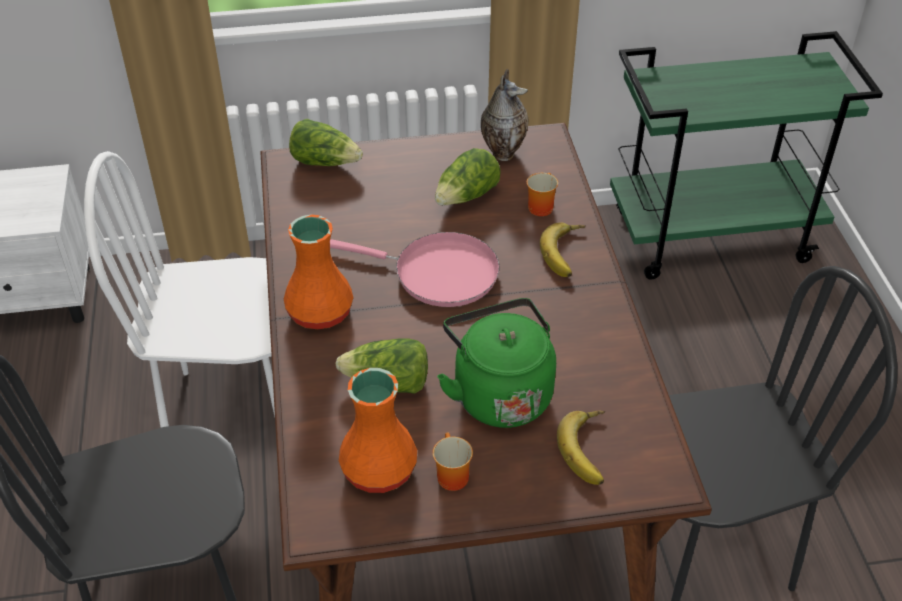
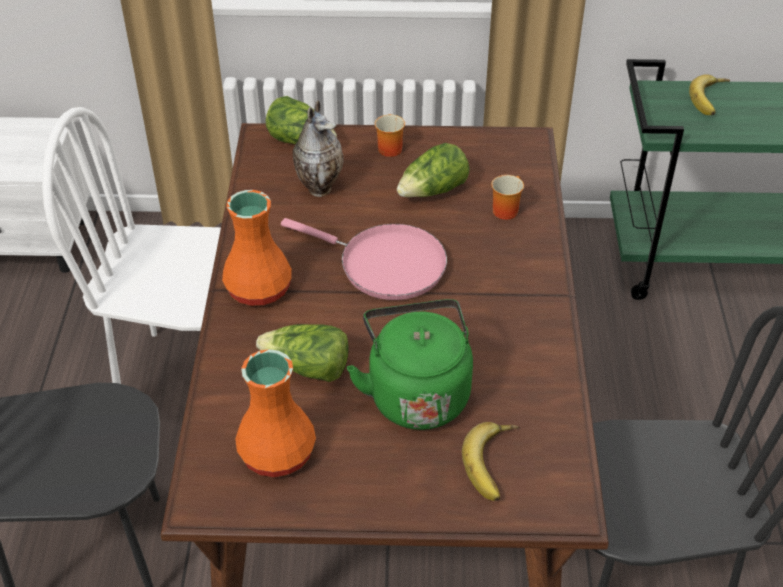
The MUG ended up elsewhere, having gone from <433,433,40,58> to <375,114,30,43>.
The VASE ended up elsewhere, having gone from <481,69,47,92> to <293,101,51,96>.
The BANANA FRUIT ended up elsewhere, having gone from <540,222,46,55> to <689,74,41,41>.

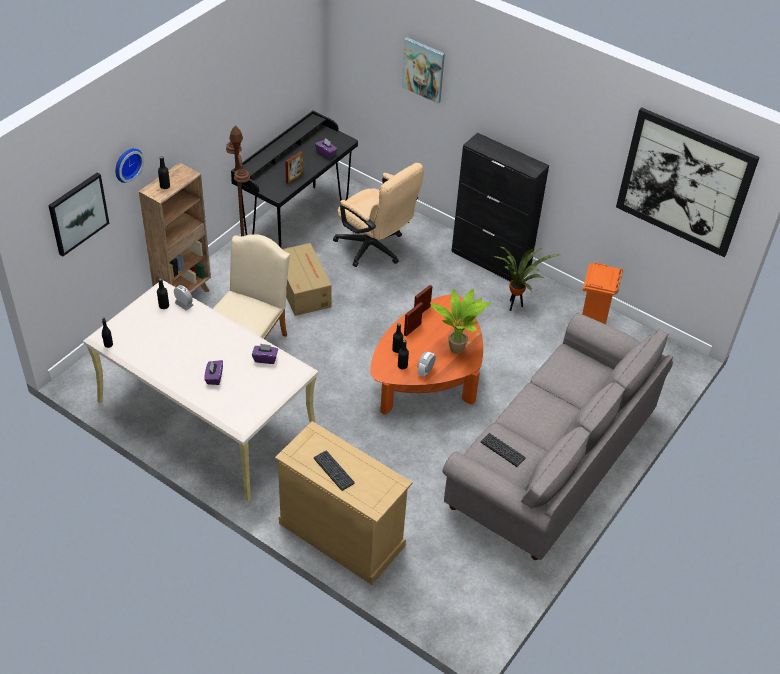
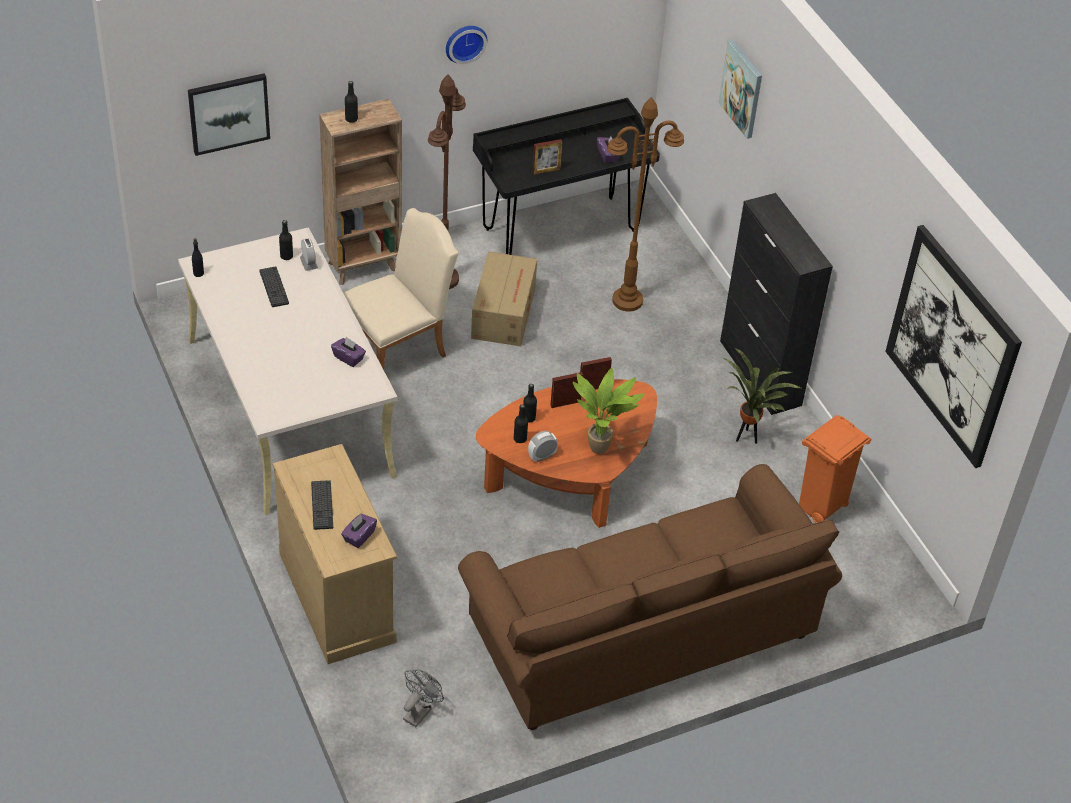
The HANGING CLOCK ended up elsewhere, having gone from <116,148,28,35> to <446,26,41,38>.
The PURPLE BOX OF TISSUES ended up elsewhere, having gone from <204,360,19,25> to <341,514,36,34>.
Where the BEIGE OFFICE CHAIR stood at <333,163,91,104>, the BROWNISH STANDING LAMP came to stand at <607,97,77,215>.
What was the GREYISH SETTEE at <442,313,231,247> turned into the BROWNISH SETTEE at <458,464,384,266>.
The KEYBOARD ended up elsewhere, having gone from <481,433,45,34> to <259,267,30,40>.
The second view gained the GREYISH ELECTRIC FAN at <403,669,41,58>.

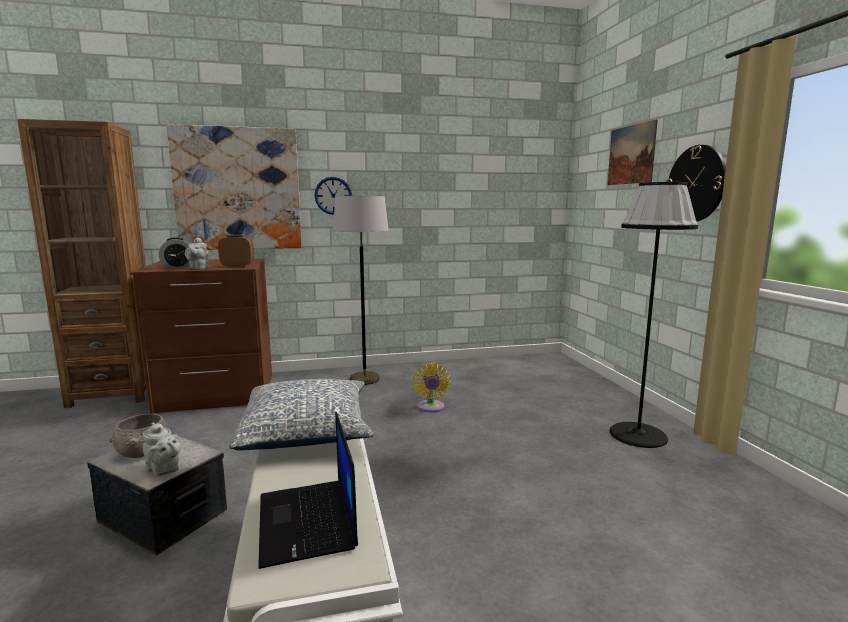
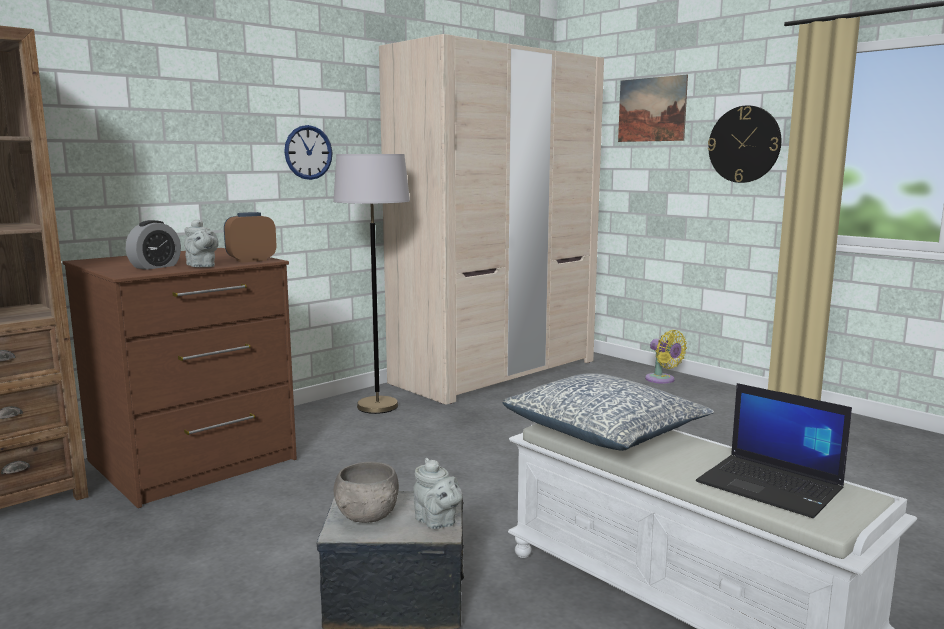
The GREYISH POT FOR TEA at <143,422,39,54> ended up facing another way, 45 degrees clockwise from before.
The second view lost the PICTURE at <166,124,136,126>.
The YELLOW ELECTRIC FAN ended up elsewhere, having gone from <413,363,38,49> to <645,330,42,54>.
The second view lost the BLACK STANDING LAMP at <610,182,88,266>.
The second view gained the BEIGE WARDROBE at <379,34,225,371>.

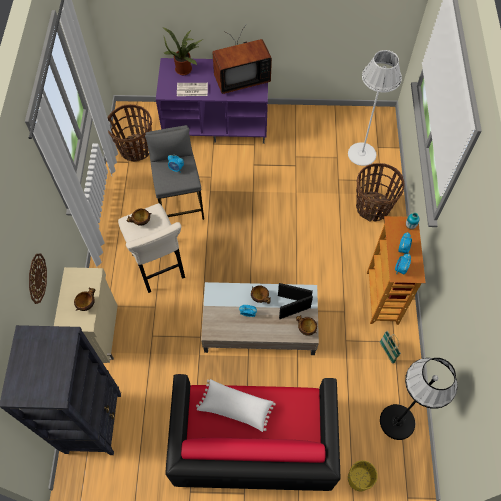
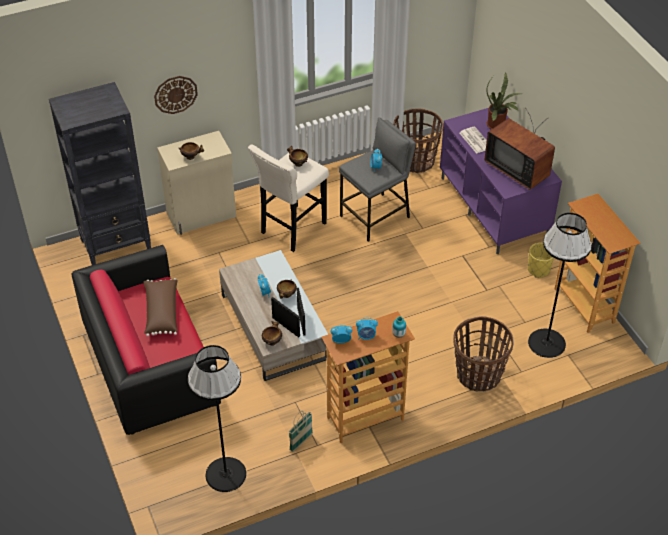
What was the WHITE PILLOW at <196,379,80,53> turned into the BROWNISH PILLOW at <143,278,34,59>.
What was the WHITE STANDING LAMP at <348,50,54,116> turned into the BLACK STANDING LAMP at <528,213,64,145>.
The YELLOW PLANT POT ended up elsewhere, having gone from <348,460,30,31> to <528,242,26,36>.
The second view gained the SHELVING UNIT at <555,194,85,139>.

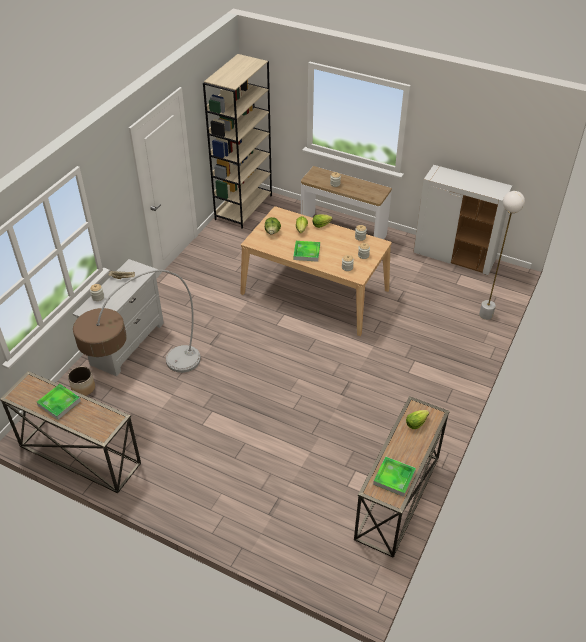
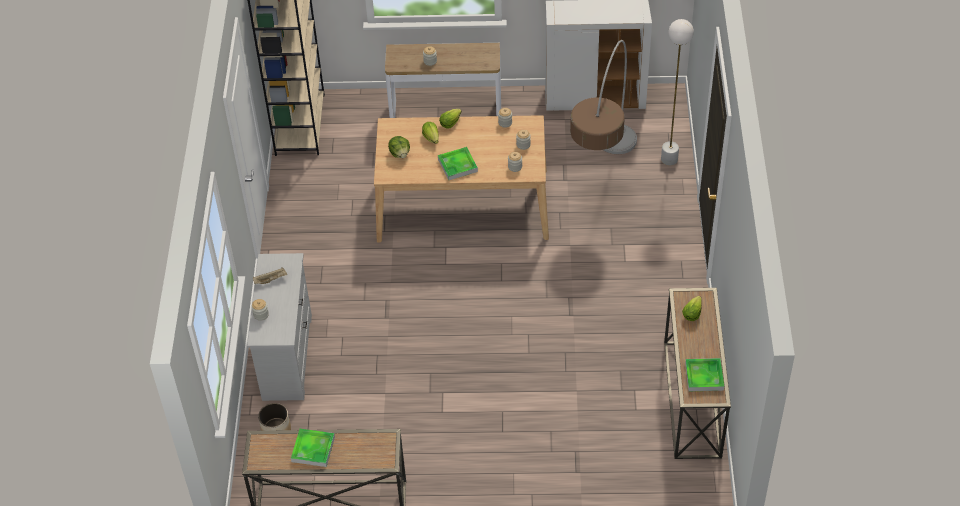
The STANDING LAMP ended up elsewhere, having gone from <73,270,128,103> to <570,40,67,115>.

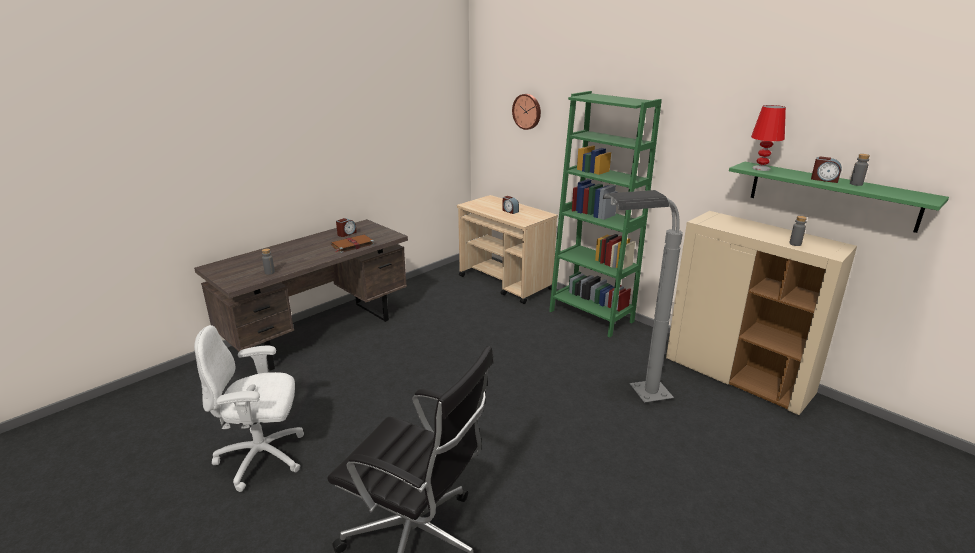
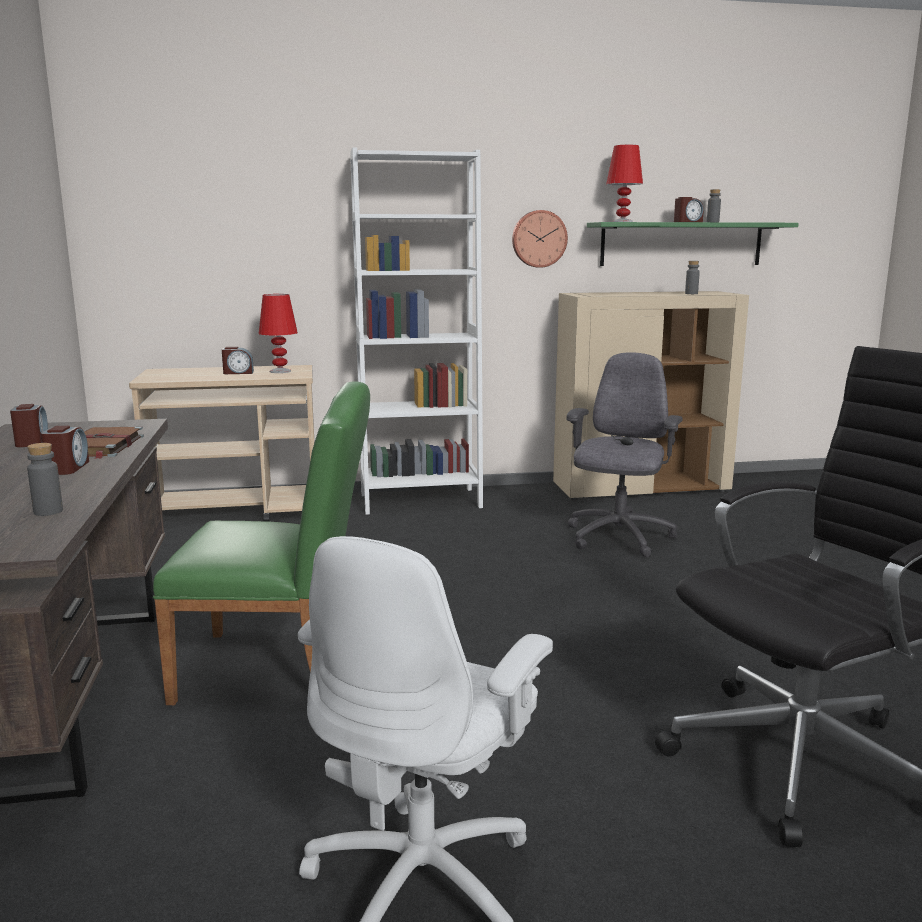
The HANGING CLOCK ended up elsewhere, having gone from <512,94,29,36> to <512,210,56,58>.
What was the GREENISH SHELVING UNIT at <549,91,113,247> turned into the WHITE SHELVING UNIT at <350,148,133,367>.
Where the GREYISH STANDING LAMP stood at <603,190,80,213>, the GREYISH OFFICE CHAIR came to stand at <567,352,116,205>.
The second view gained the TABLE CLOCK at <41,426,48,49>.
The second view gained the GREENISH PLAIN CHAIR at <153,381,217,324>.
The second view gained the RED LAMP FOR A TABLE at <259,294,39,79>.

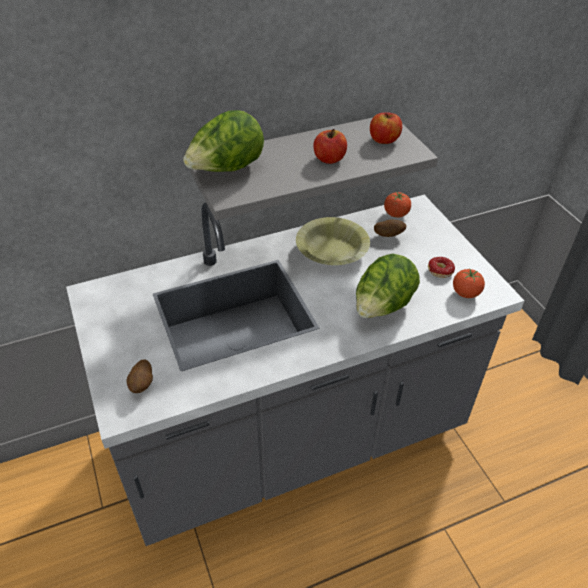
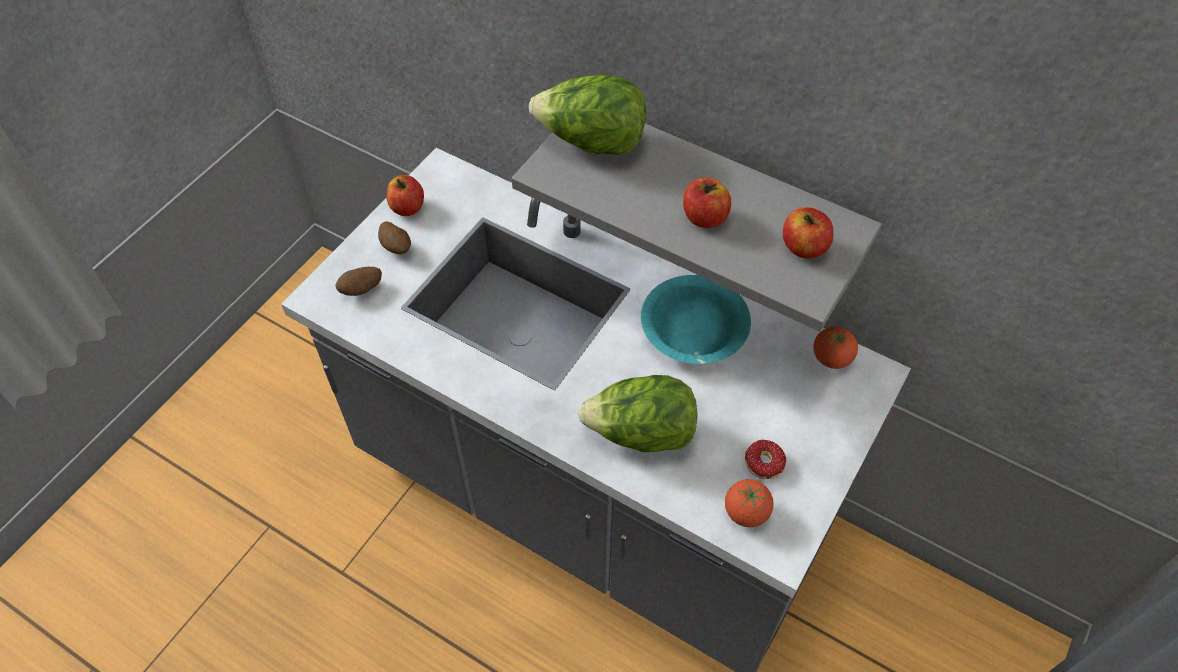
What was the YELLOW BOWL at <296,217,74,48> turned into the TURQUOISE-COLOURED BOWL at <641,275,110,89>.
The WHOLE POTATO ended up elsewhere, having gone from <374,219,33,18> to <378,222,33,32>.
The second view gained the APPLE FRUIT at <386,175,38,41>.

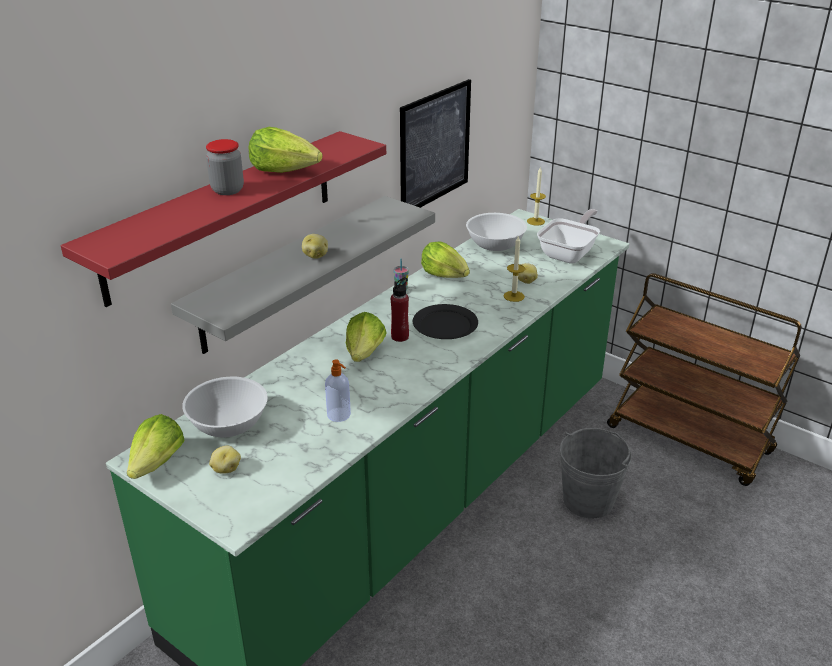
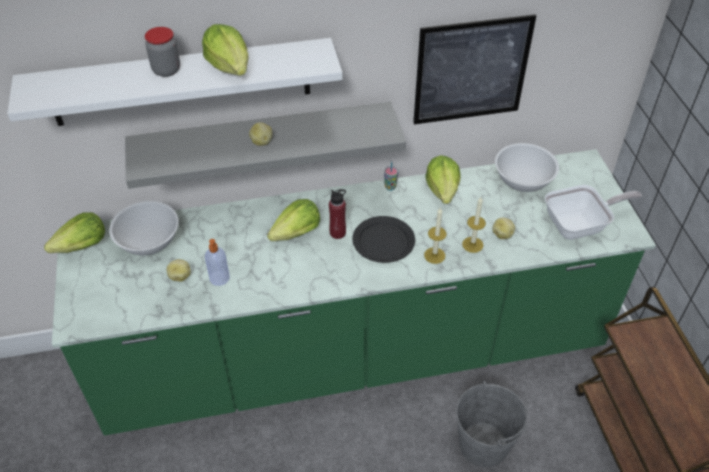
What was the RED BRACKET SHELF at <61,131,325,176> turned into the WHITE BRACKET SHELF at <7,38,336,88>.
The WHOLE POTATO ended up elsewhere, having gone from <209,446,32,28> to <166,259,25,23>.
The WAX CANDLE ended up elsewhere, having gone from <527,167,19,59> to <424,207,23,57>.

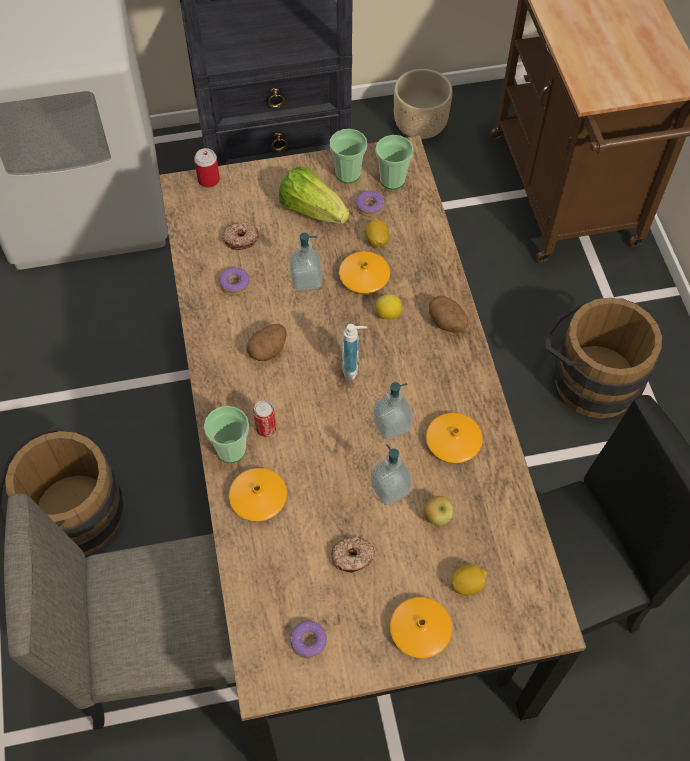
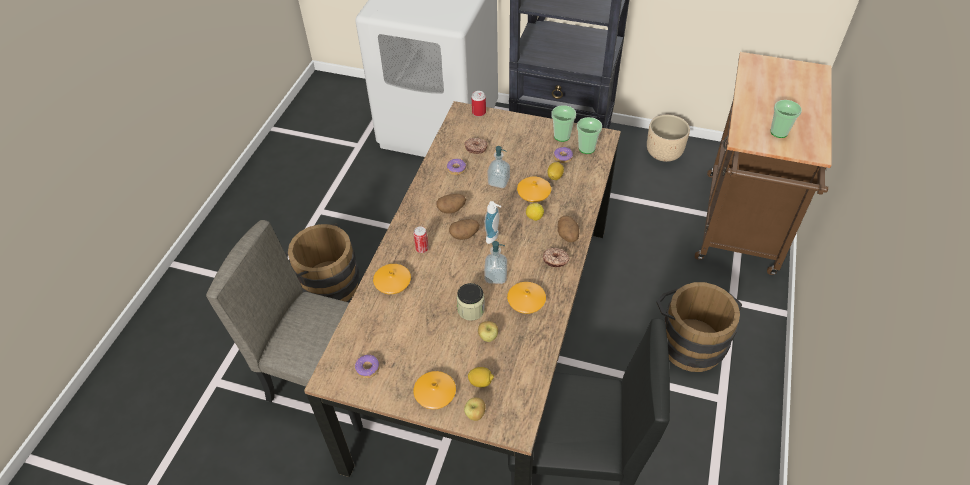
The DRINKING CUP ended up elsewhere, having gone from <204,406,45,57> to <770,100,32,38>.
The second view lost the HEAD OF LETTUCE at <279,167,70,57>.
The DOUGHNUT ended up elsewhere, having gone from <332,537,43,36> to <543,248,27,19>.
Where the SOAP DISPENSER stood at <371,444,41,61>, the JAR came to stand at <457,283,28,38>.
The second view gained the WHOLE POTATO at <449,219,31,21>.
The second view gained the APPLE FRUIT at <464,398,22,23>.

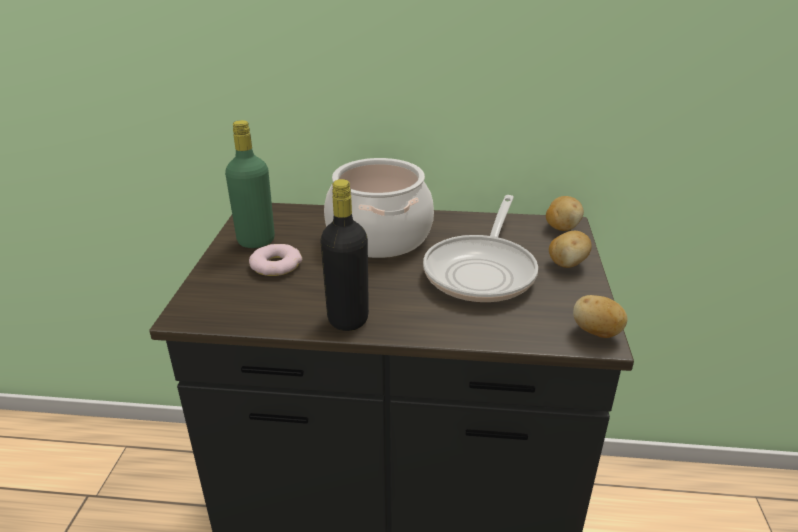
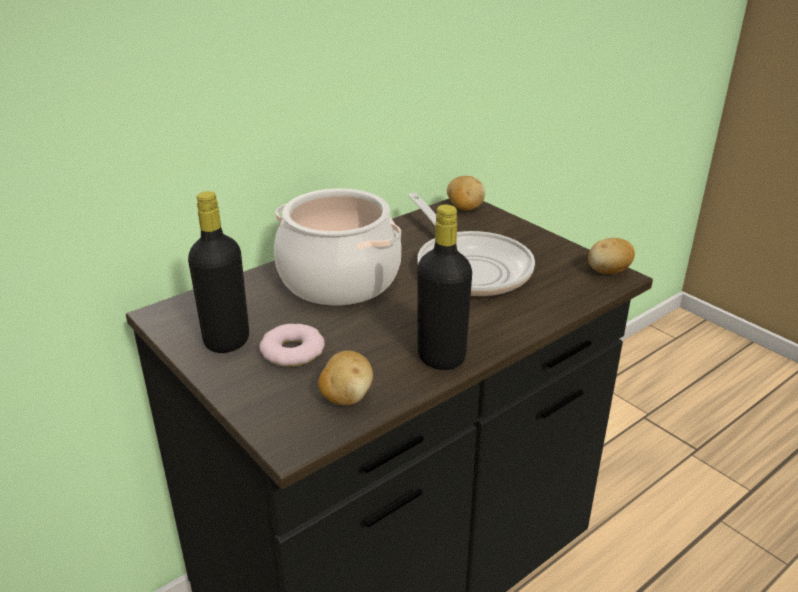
What was the GREENISH DRINK BOTTLE at <225,120,50,128> turned into the BLACK DRINK BOTTLE at <188,191,61,162>.
The WHOLE POTATO ended up elsewhere, having gone from <549,231,43,37> to <318,351,55,54>.

